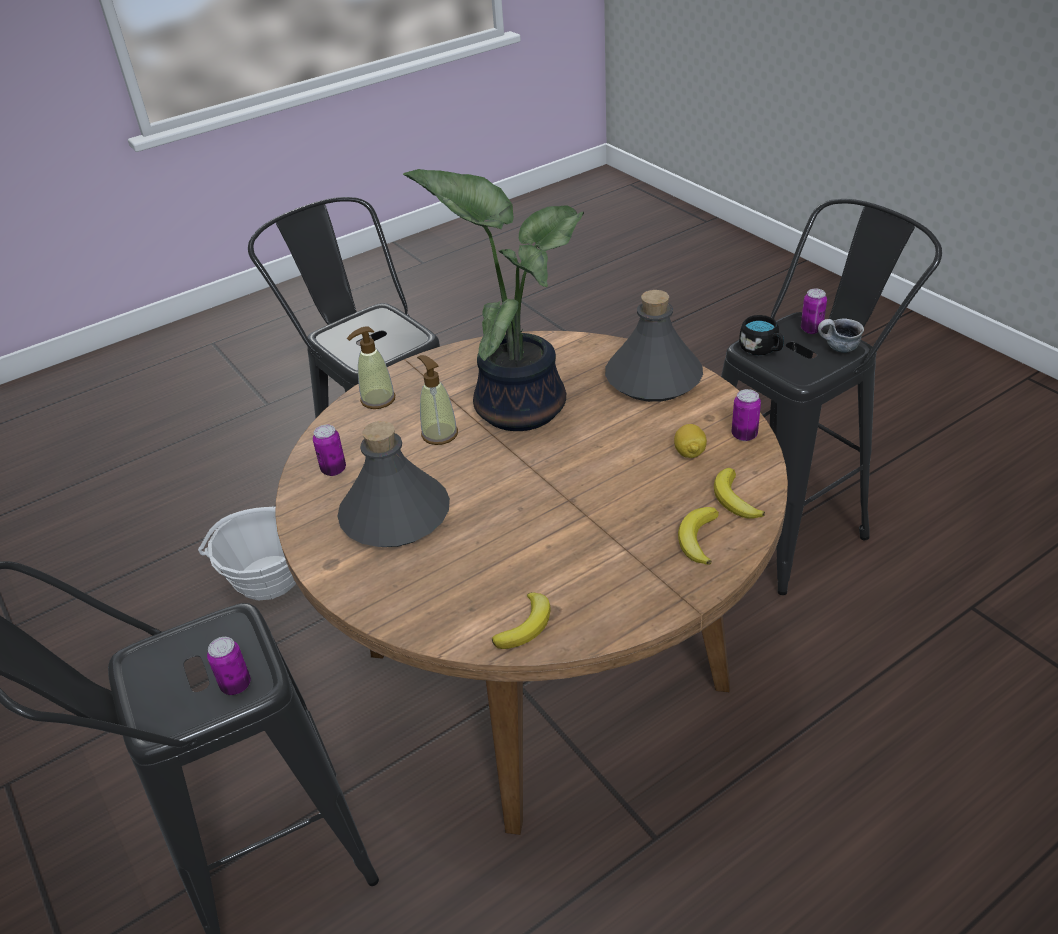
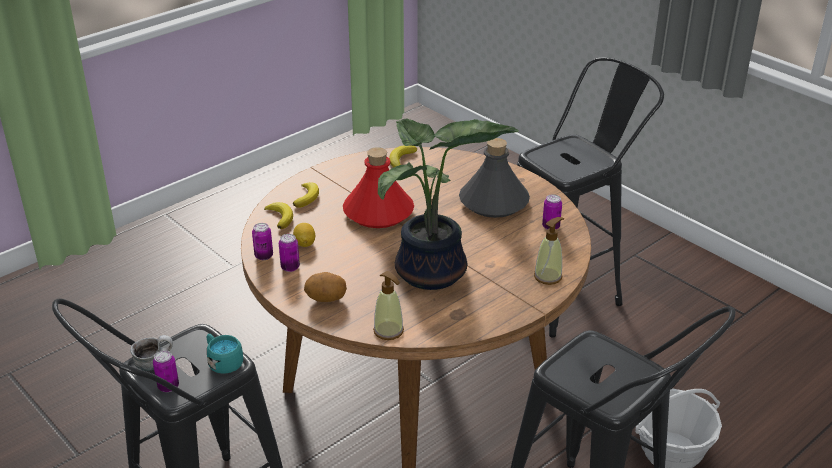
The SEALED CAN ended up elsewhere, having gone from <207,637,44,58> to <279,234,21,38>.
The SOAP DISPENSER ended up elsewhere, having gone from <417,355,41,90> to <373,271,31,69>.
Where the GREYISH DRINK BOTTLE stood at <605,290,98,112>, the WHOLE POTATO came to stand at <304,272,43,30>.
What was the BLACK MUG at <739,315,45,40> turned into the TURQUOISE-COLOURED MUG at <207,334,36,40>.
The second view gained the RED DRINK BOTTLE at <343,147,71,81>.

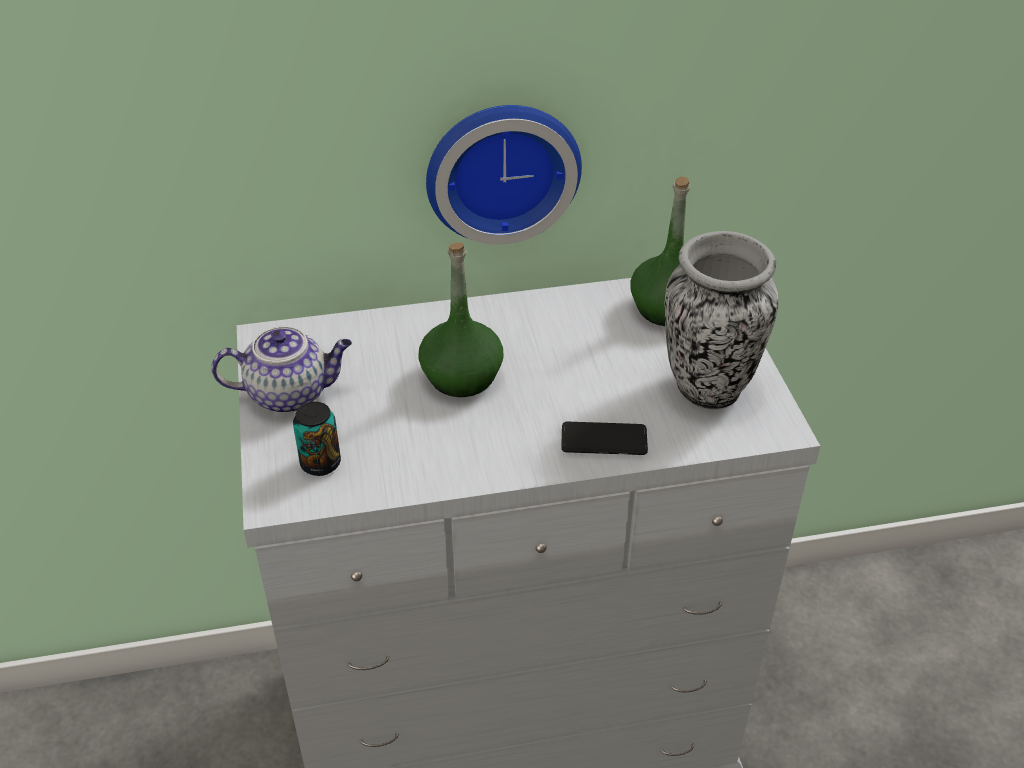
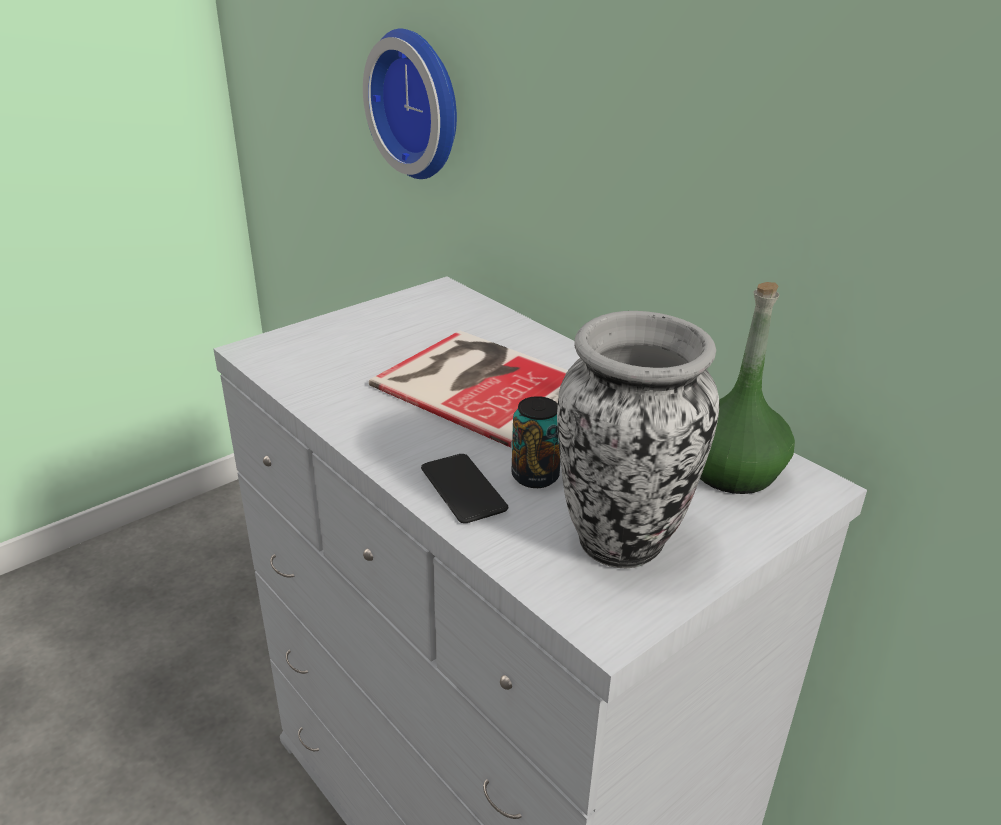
The second view lost the POT FOR TEA at <211,327,141,86>.
The SEALED CAN ended up elsewhere, having gone from <293,402,48,74> to <511,396,49,92>.
Where the GREENISH DRINK BOTTLE stood at <418,242,85,155>, the BOOK came to stand at <369,331,199,117>.
The HANGING CLOCK ended up elsewhere, having gone from <426,105,156,140> to <363,29,94,150>.

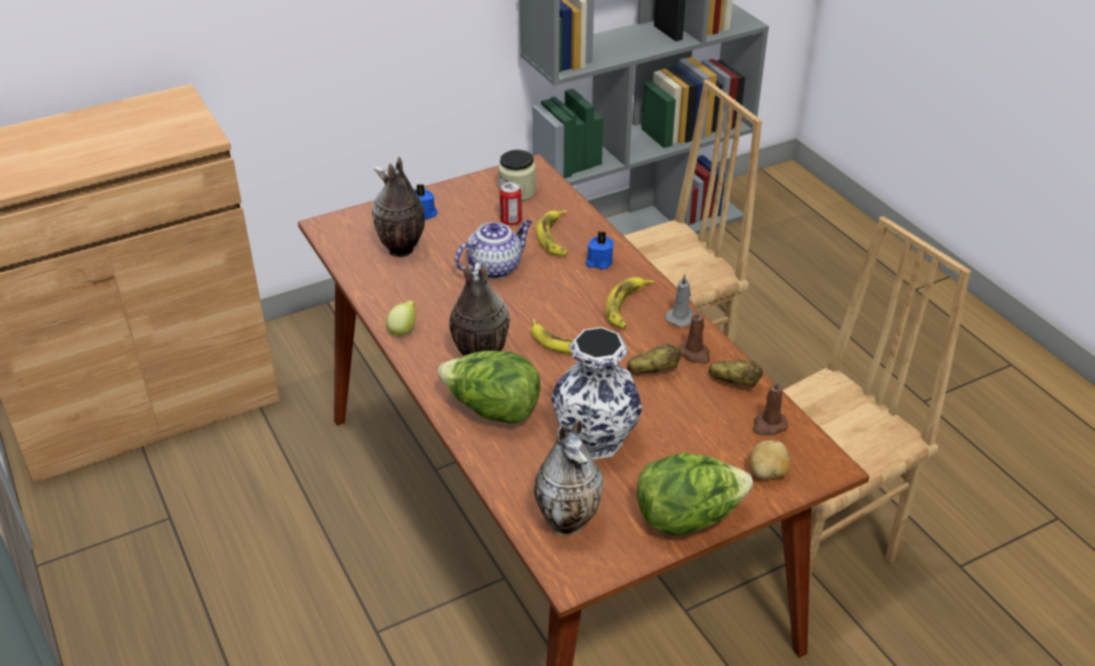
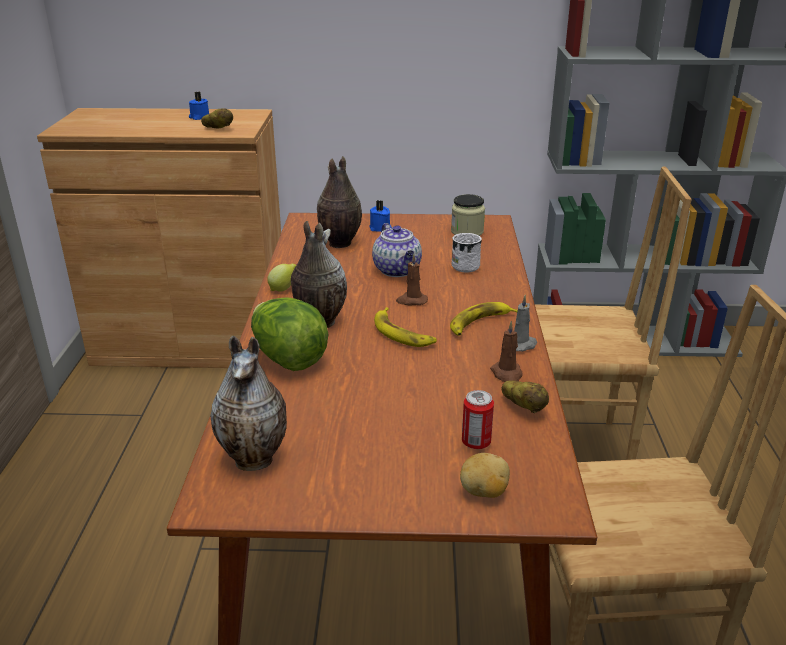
The POT FOR TEA at <455,220,77,59> ended up facing another way, 75 degrees clockwise from before.
The SEALED CAN ended up elsewhere, having gone from <500,182,22,44> to <462,390,32,59>.
Where the BANANA FRUIT stood at <536,210,32,46>, the WHITE MUG came to stand at <452,233,30,39>.
The second view lost the VASE at <551,327,91,133>.
The BLUISH WAX CANDLE ended up elsewhere, having gone from <585,231,29,39> to <189,92,20,28>.
The WHOLE POTATO ended up elsewhere, having gone from <627,344,54,31> to <201,108,32,20>.
The second view lost the HEAD OF LETTUCE at <637,452,116,84>.
The BROWNISH WAX CANDLE ended up elsewhere, having gone from <753,379,36,57> to <396,254,32,51>.

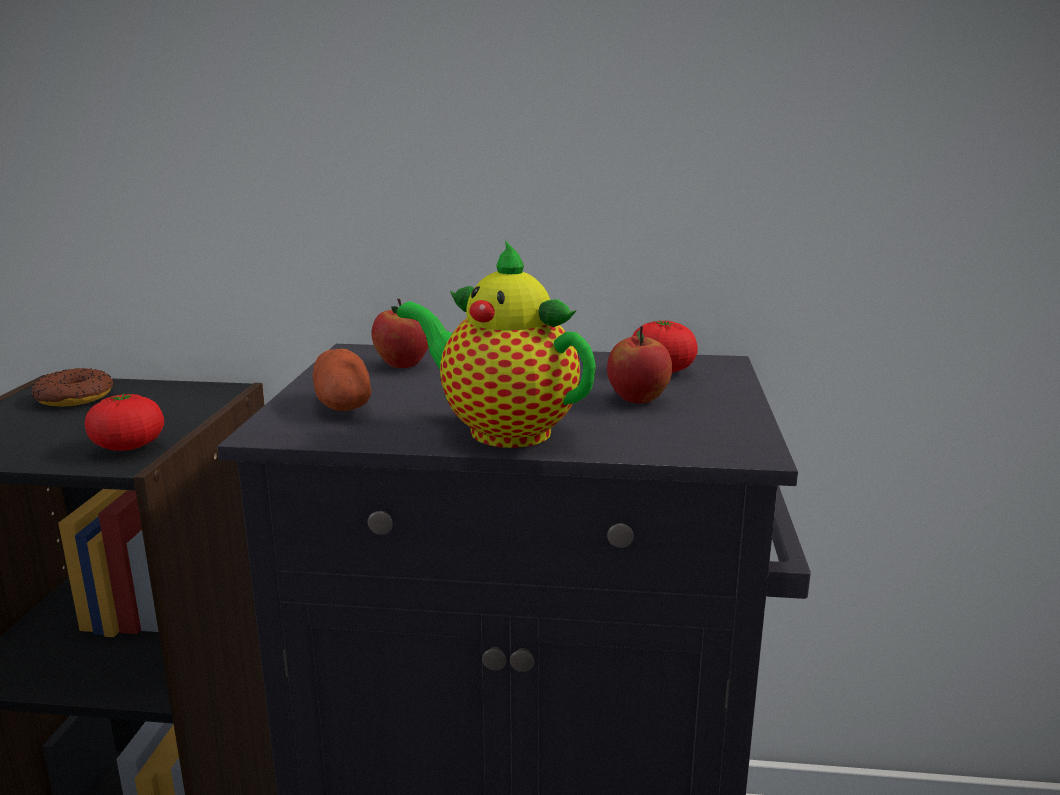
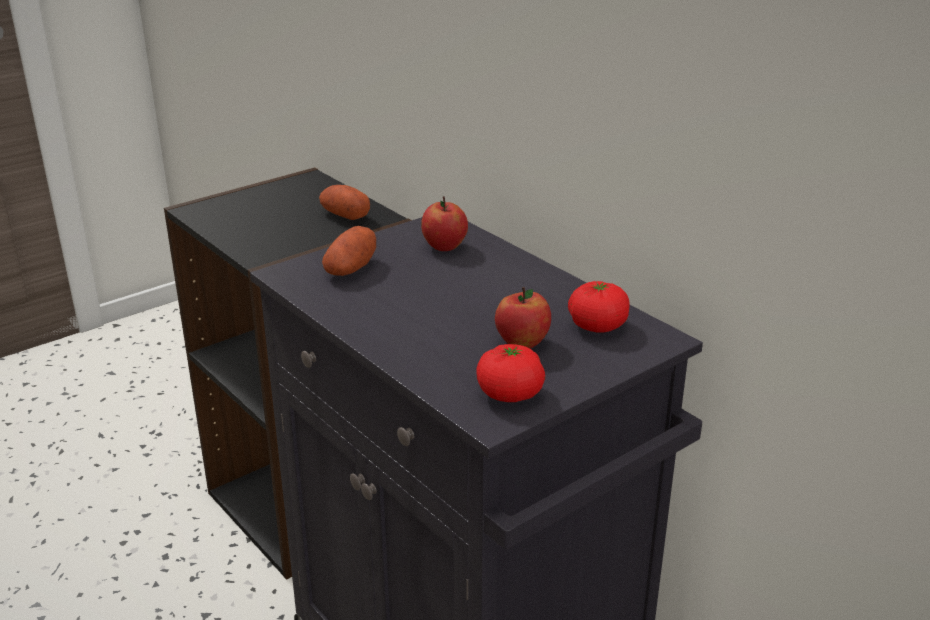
The second view lost the DOUGHNUT at <31,368,83,39>.
The WHOLE TOMATO ended up elsewhere, having gone from <85,393,79,58> to <476,344,69,58>.
The second view lost the POT FOR TEA at <397,240,199,208>.
The second view gained the WHOLE POTATO at <319,185,51,35>.

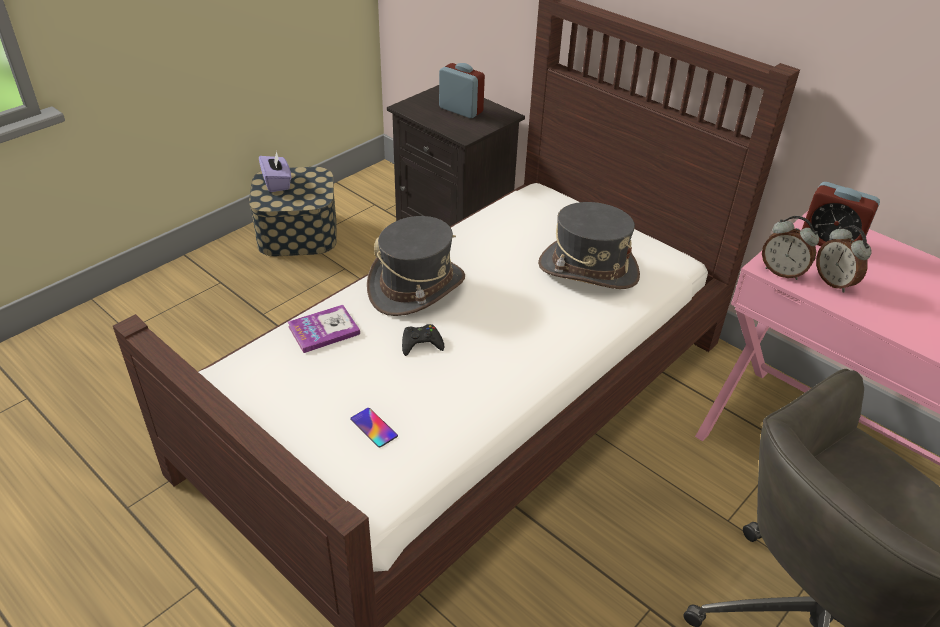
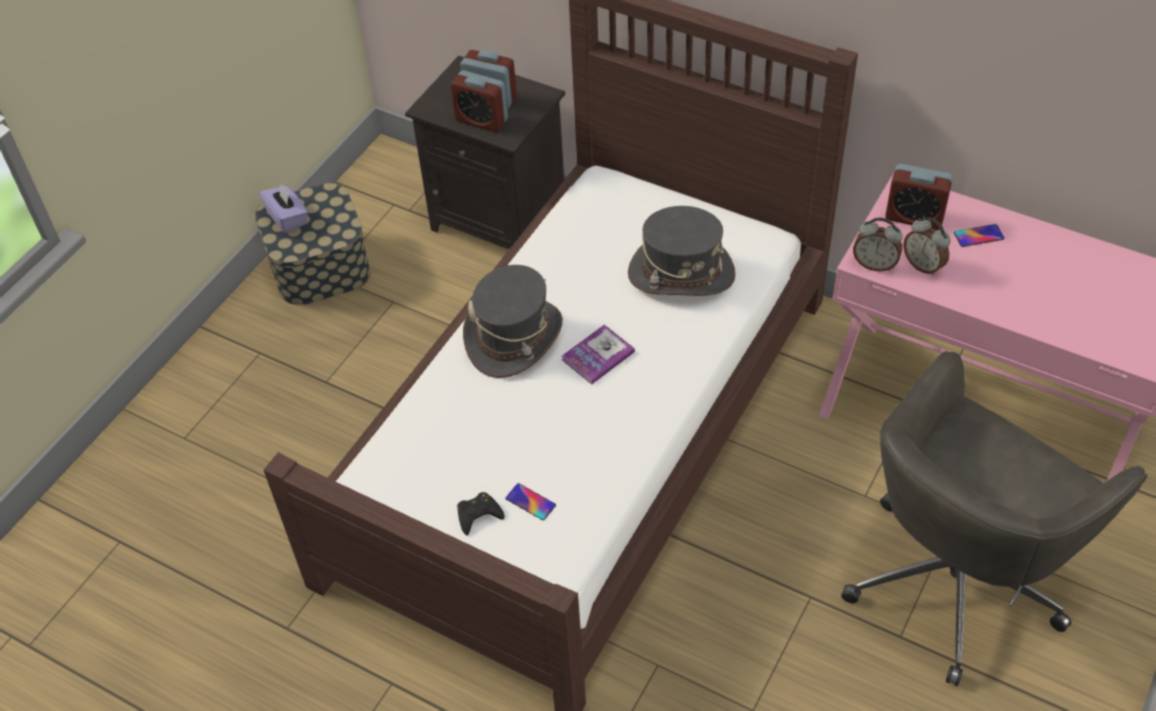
The BOOK ended up elsewhere, having gone from <288,305,72,48> to <562,325,73,60>.
The BLACK JOYPAD ended up elsewhere, having gone from <402,324,42,32> to <457,492,47,43>.
The second view gained the TABLE CLOCK at <451,70,57,62>.
The second view gained the HANDSET at <954,224,50,23>.

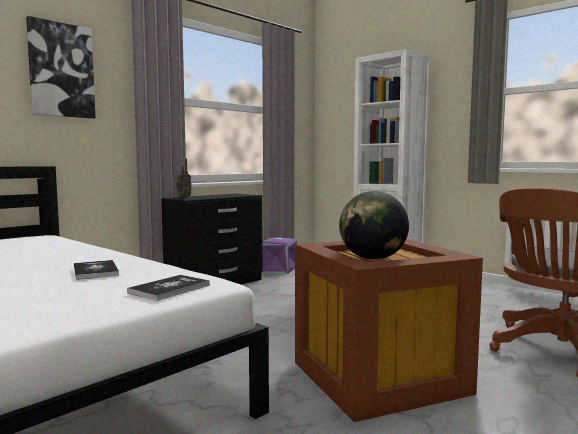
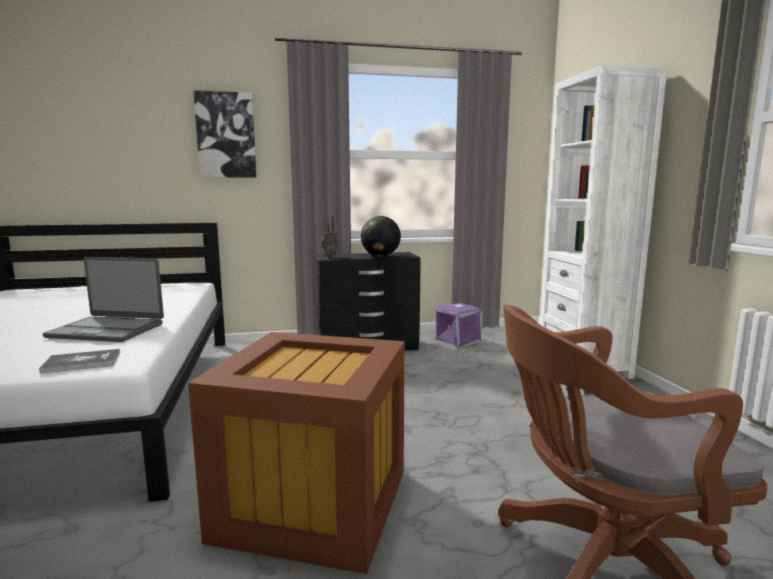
Where the BOOK stood at <74,260,45,20>, the NOTEBOOK COMPUTER came to stand at <43,257,121,85>.
The WORLD GLOBE ended up elsewhere, having gone from <339,191,70,69> to <361,216,40,40>.

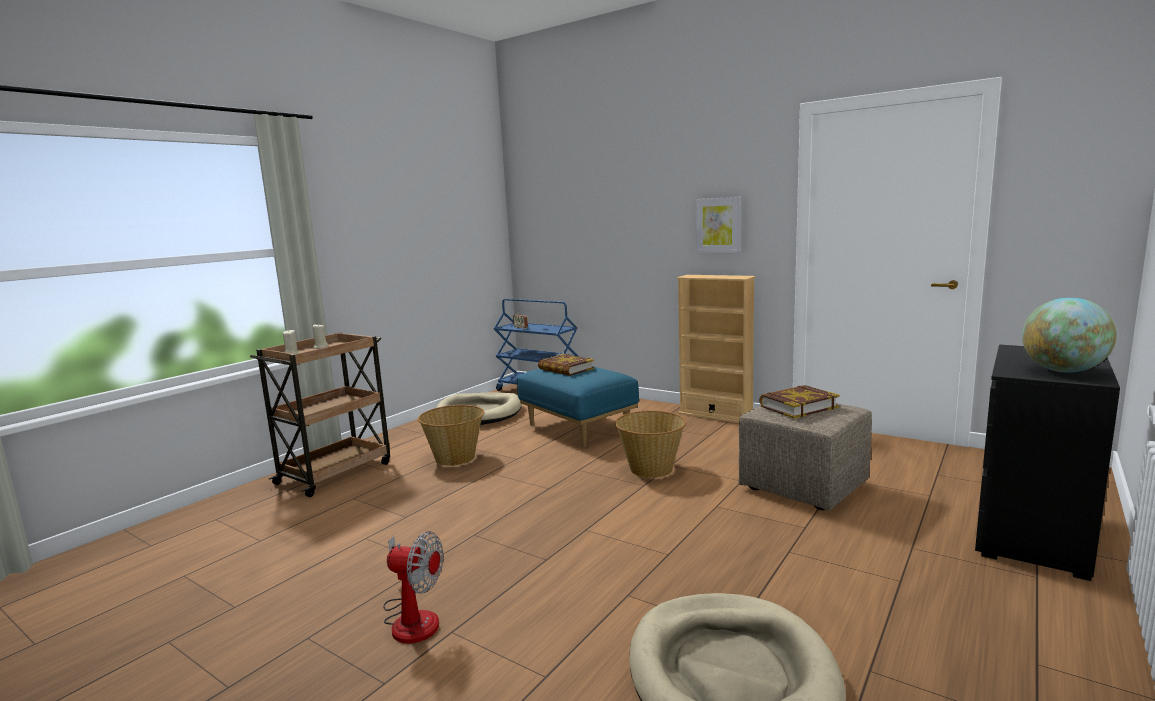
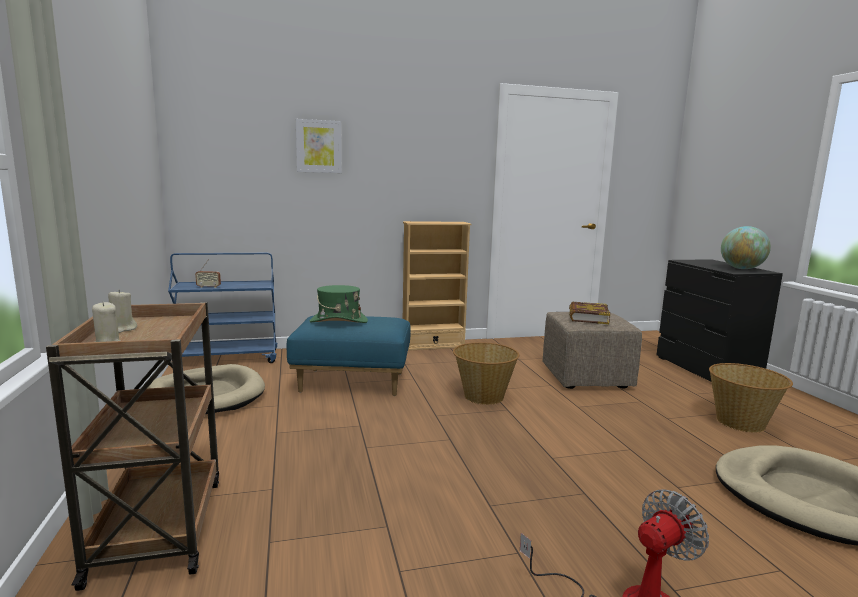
The BASKET ended up elsewhere, having gone from <418,405,66,61> to <709,363,84,69>.
Where the BOOK stood at <538,354,56,22>, the GREENISH WEARABLE HAT came to stand at <310,285,58,38>.
The PICTURE ended up elsewhere, having gone from <695,197,46,56> to <296,119,45,54>.

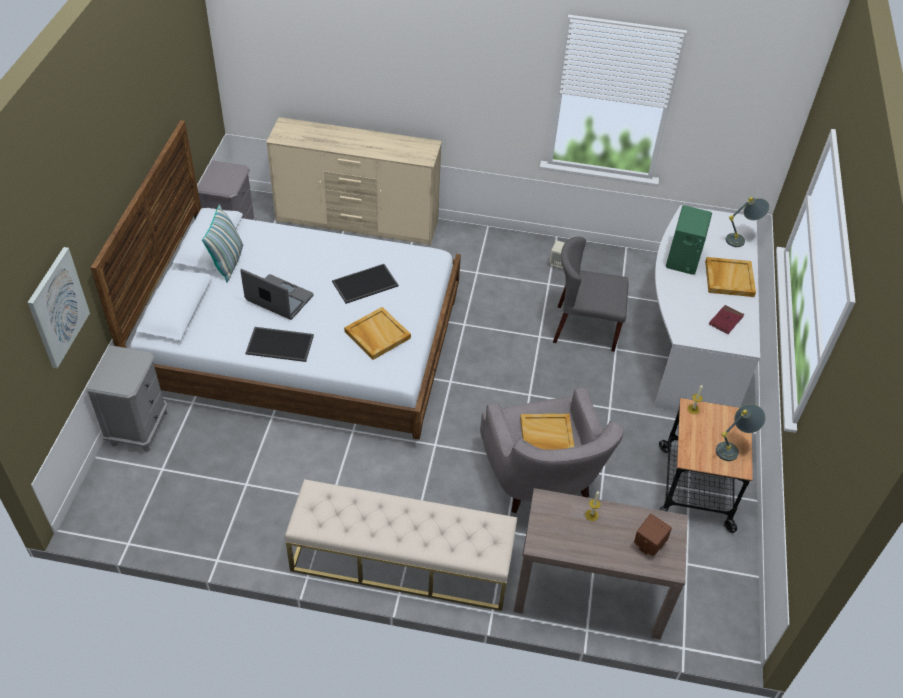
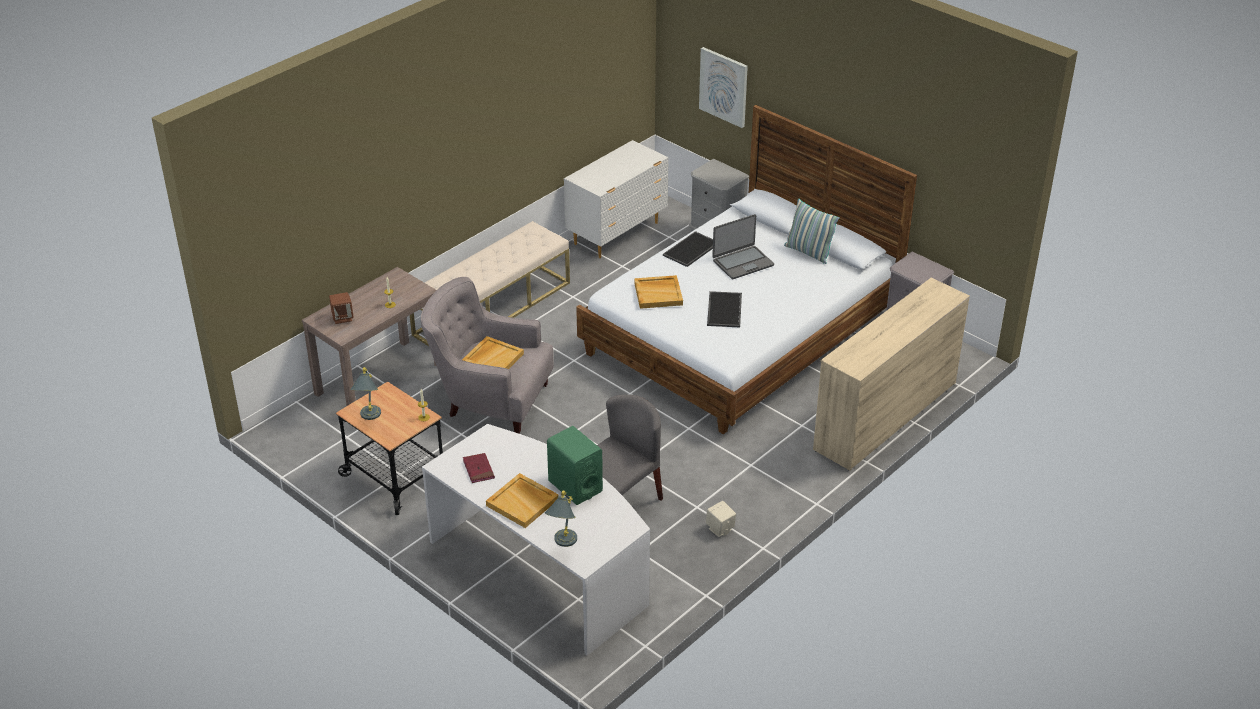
The second view gained the WHITE DRAWER CHEST at <564,140,105,118>.

